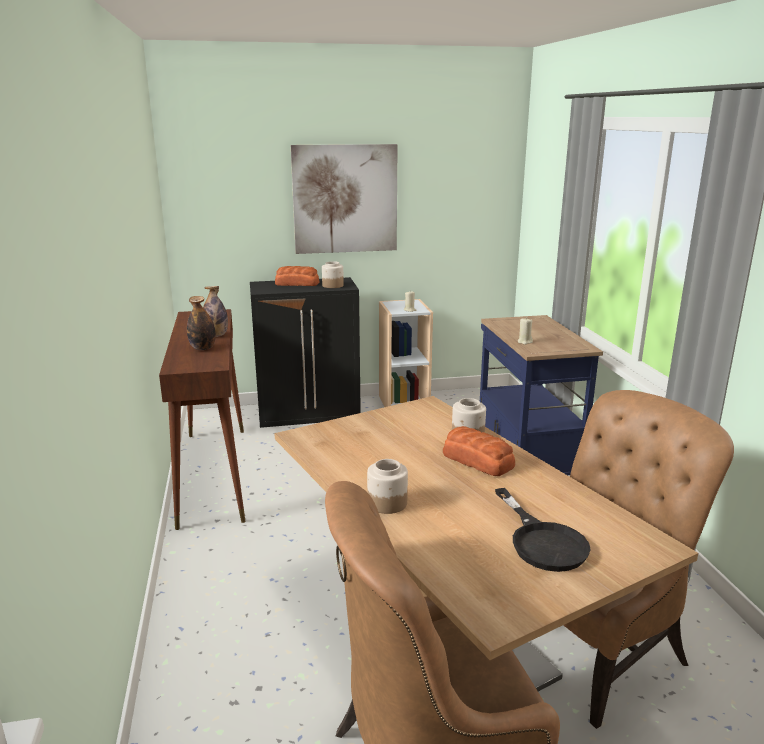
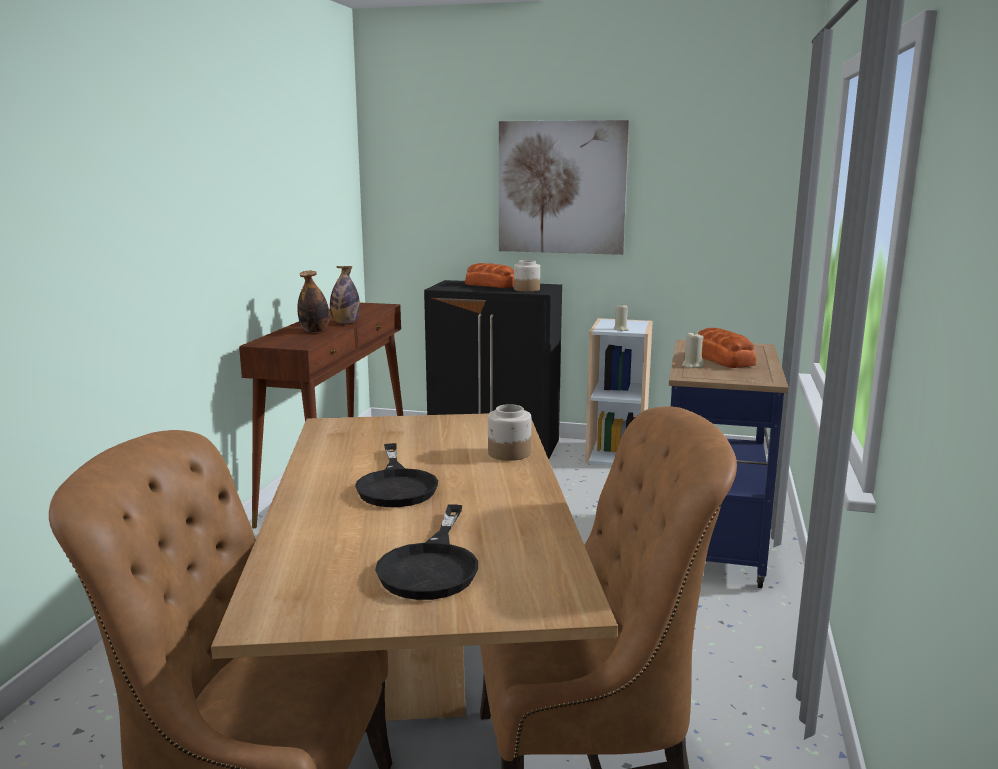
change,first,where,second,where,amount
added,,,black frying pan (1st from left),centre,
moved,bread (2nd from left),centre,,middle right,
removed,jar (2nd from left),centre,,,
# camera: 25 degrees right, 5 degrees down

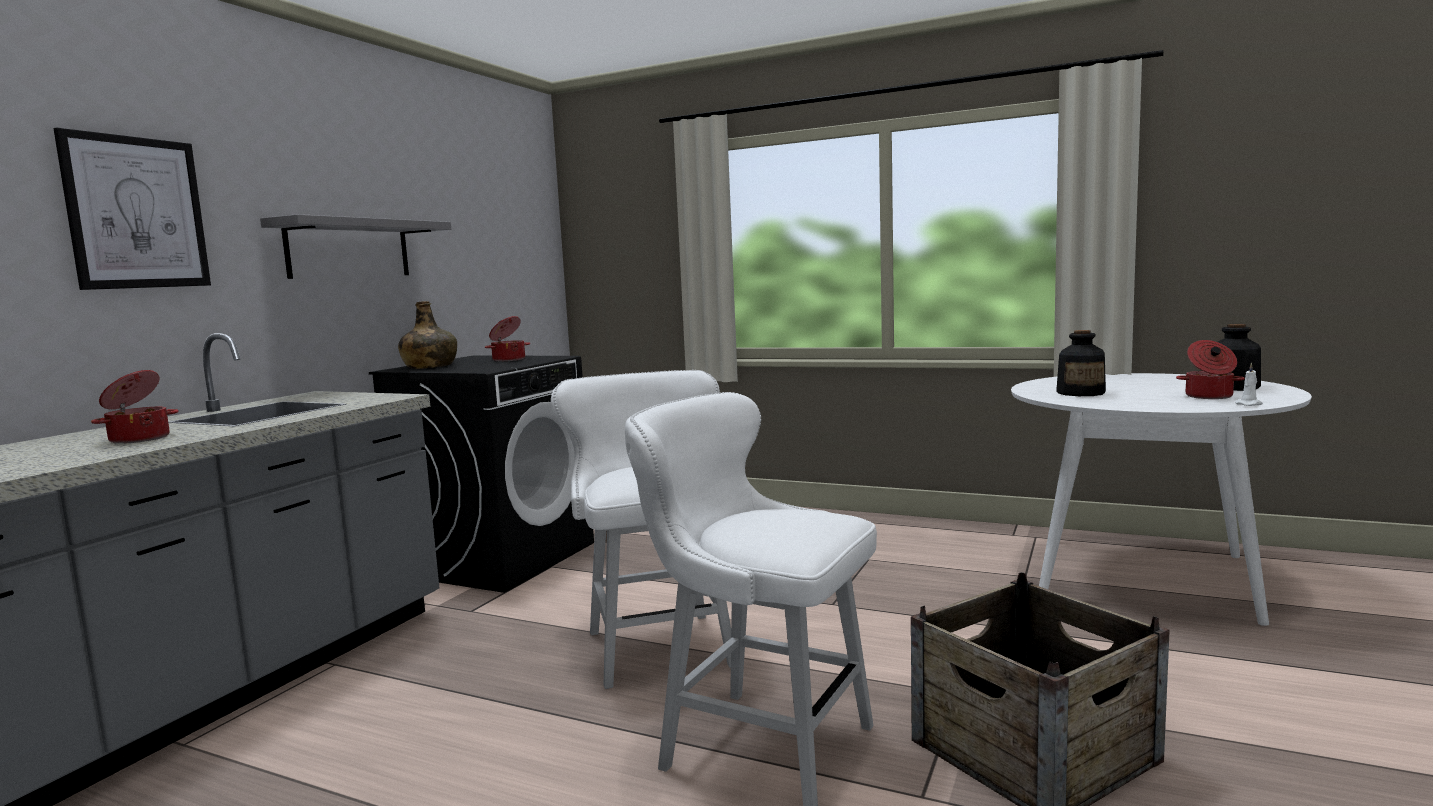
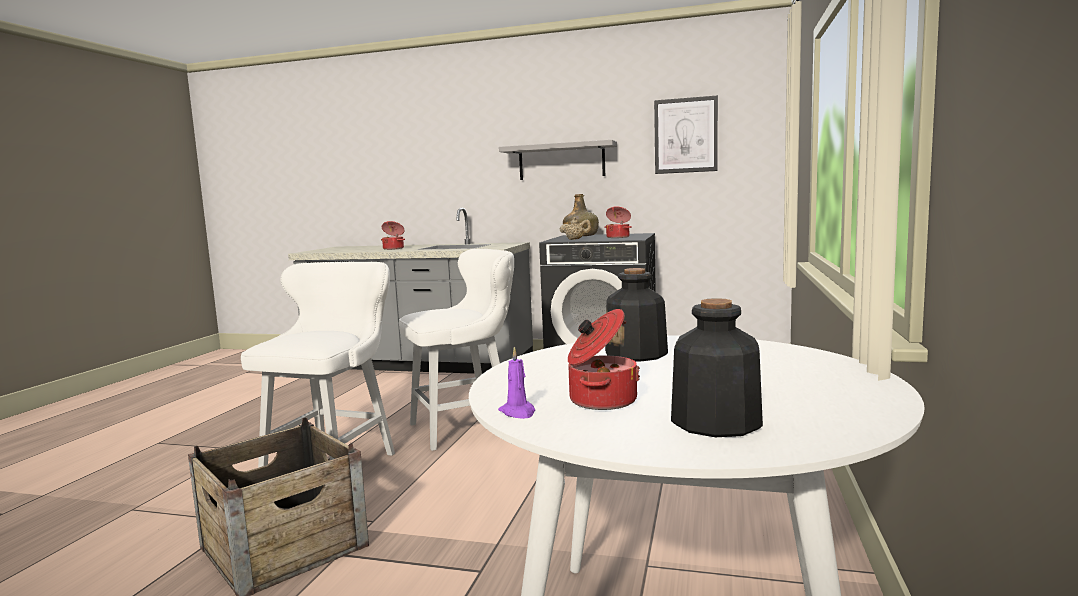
change,first,where,second,where,amount
recoloured,white candle,middle right,purple candle,centre,
added,,,beige teapot,centre,
moved,picture,top left,,top centre,
# camera: 80 degrees right, 0 degrees up

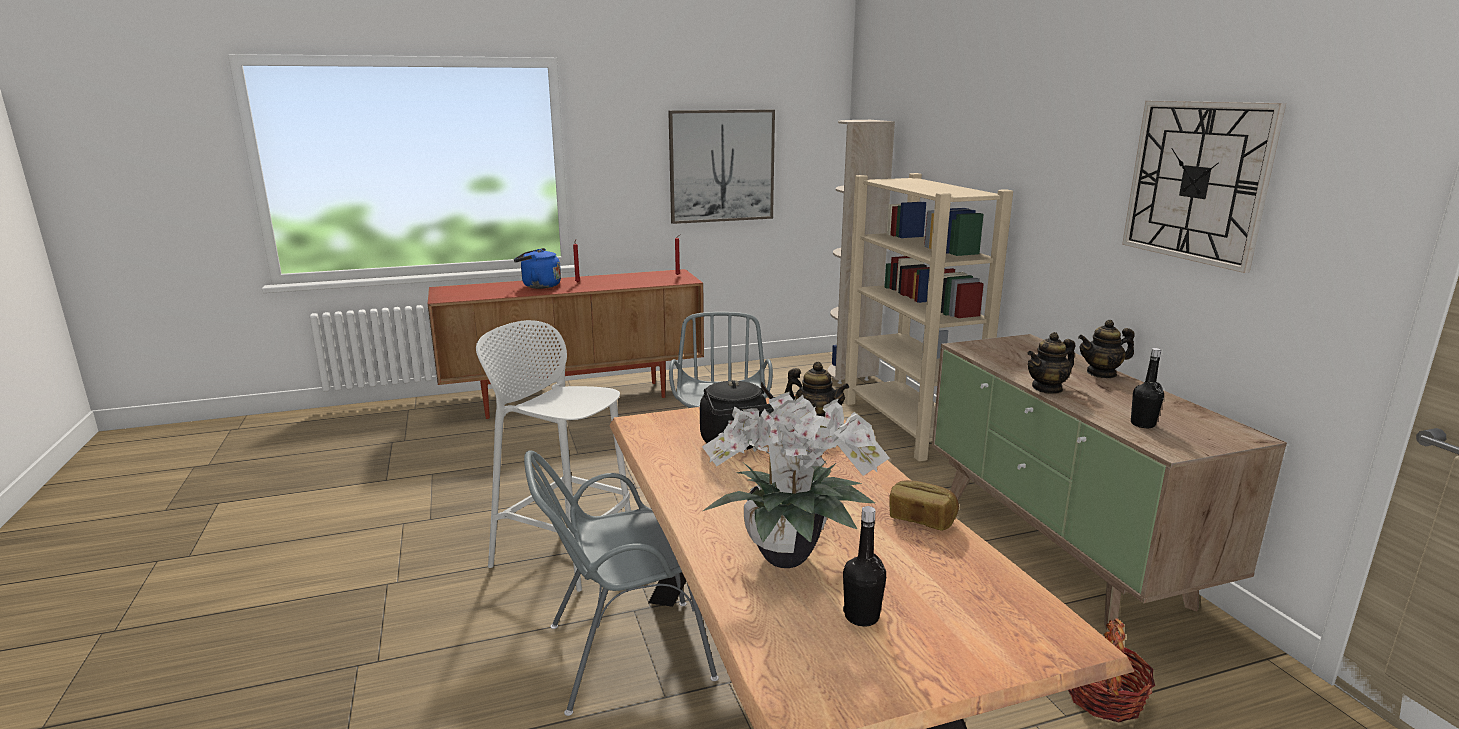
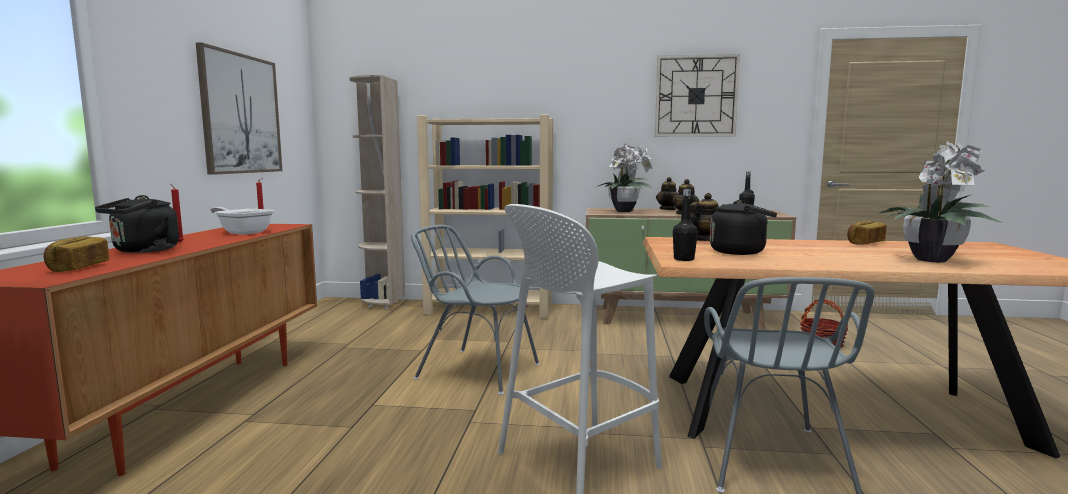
change,first,where,second,where,amount
added,,,bread (1st from left),middle left,
recoloured,blue kettle,centre,black kettle (1st from left),middle left,
added,,,frying pan,middle left,
added,,,potted plant (1st from left),centre,
moved,black bottle (1st from left),bottom centre,,centre,
# camera: 65 degrees left, 10 degrees down

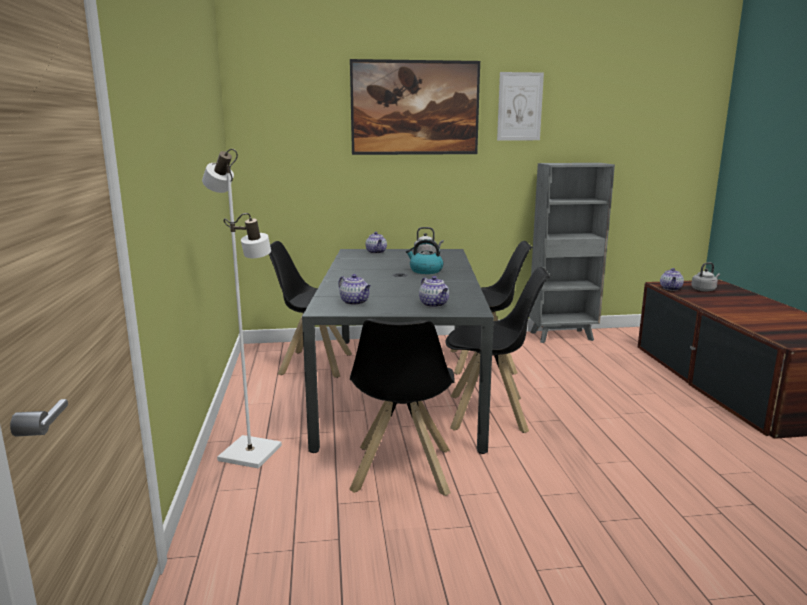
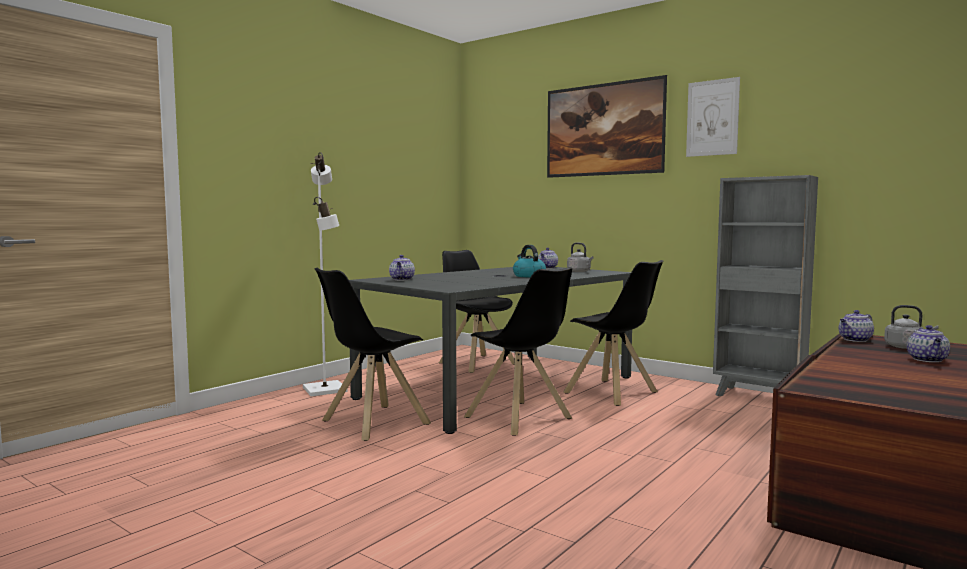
change,first,where,second,where,amount
moved,teapot (3rd from left in the first image),centre,teapot (4th from left),middle right,
# camera: 45 degrees right, 10 degrees down

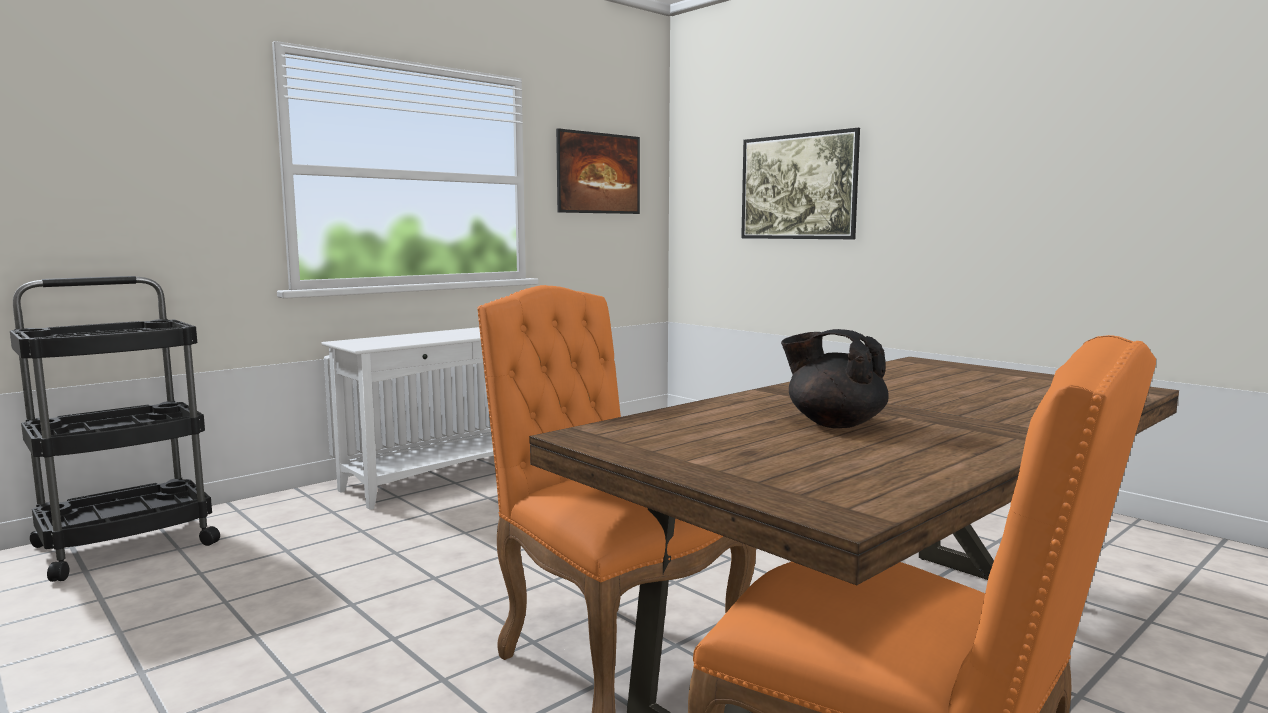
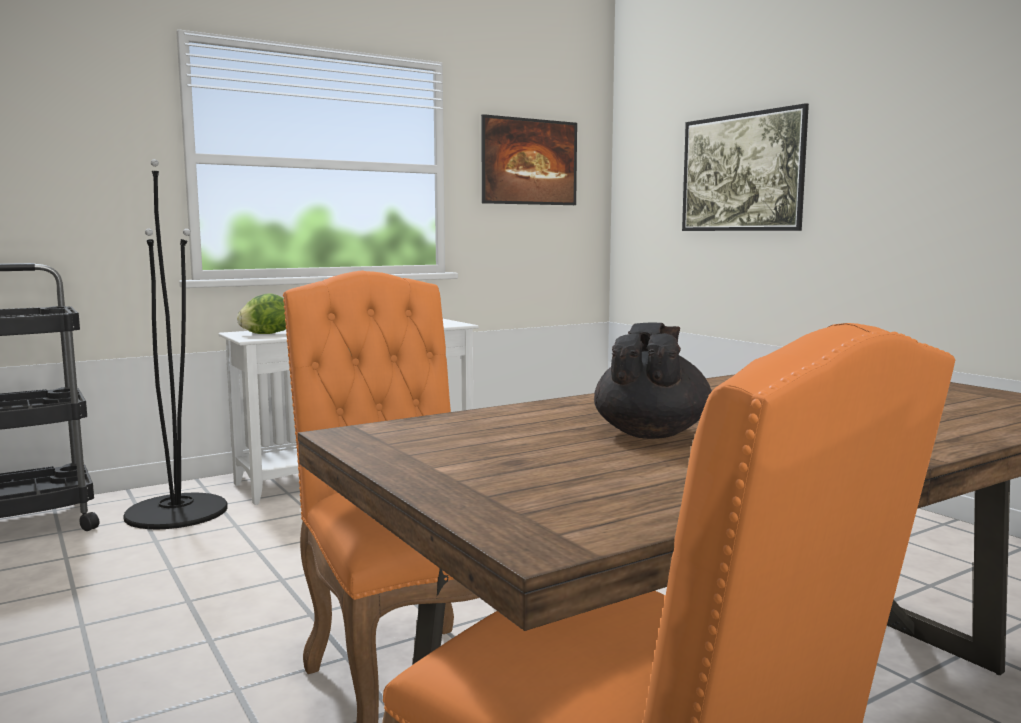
change,first,where,second,where,amount
added,,,black floor lamp,middle left,
added,,,lettuce,middle left,
turned,black teapot,centre,,centre,60 degrees clockwise
# camera: 10 degrees right, 0 degrees up

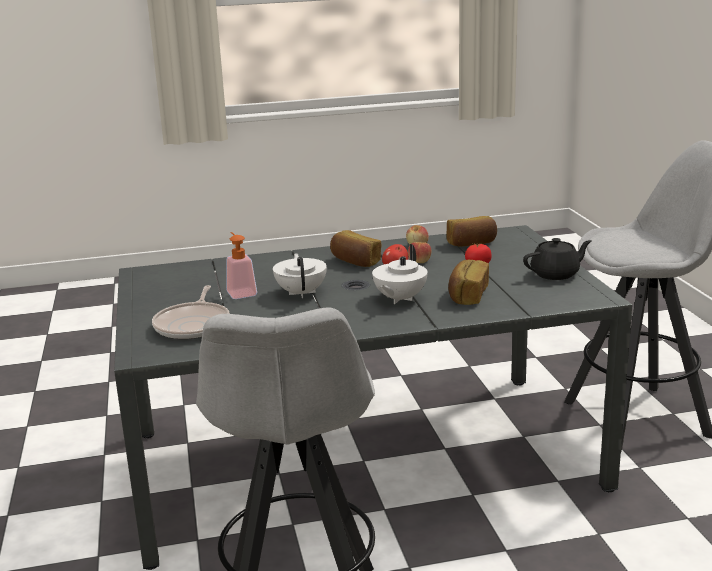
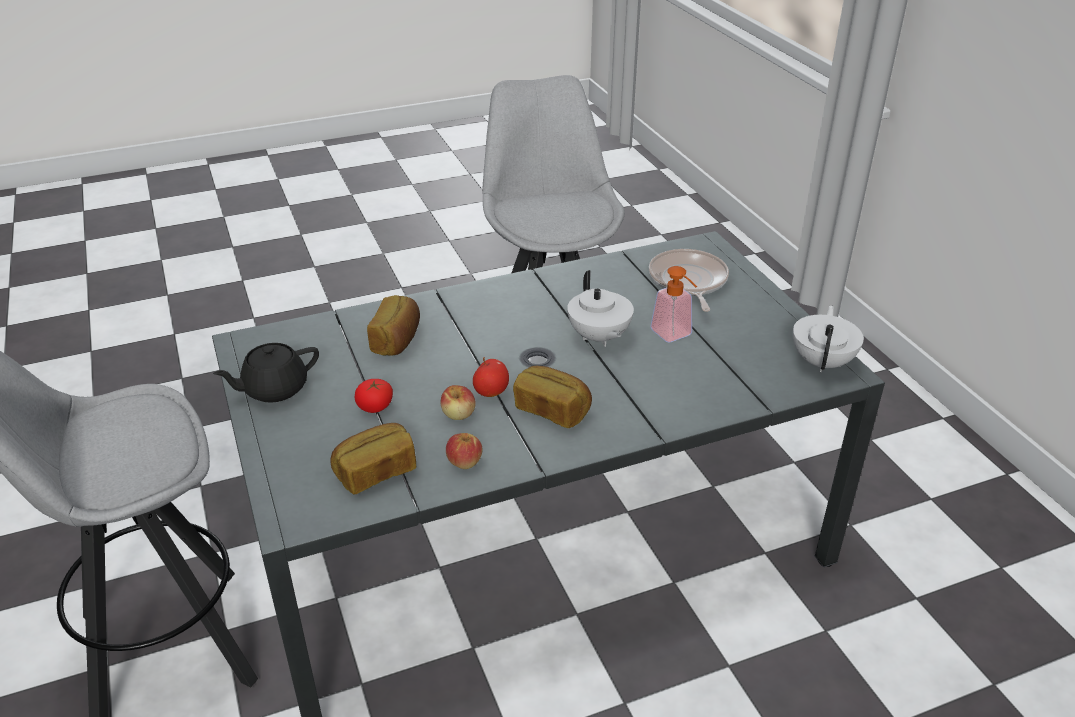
change,first,where,second,where,amount
moved,white teapot (2nd from left),centre,,middle right,
# camera: 170 degrees right, 15 degrees up

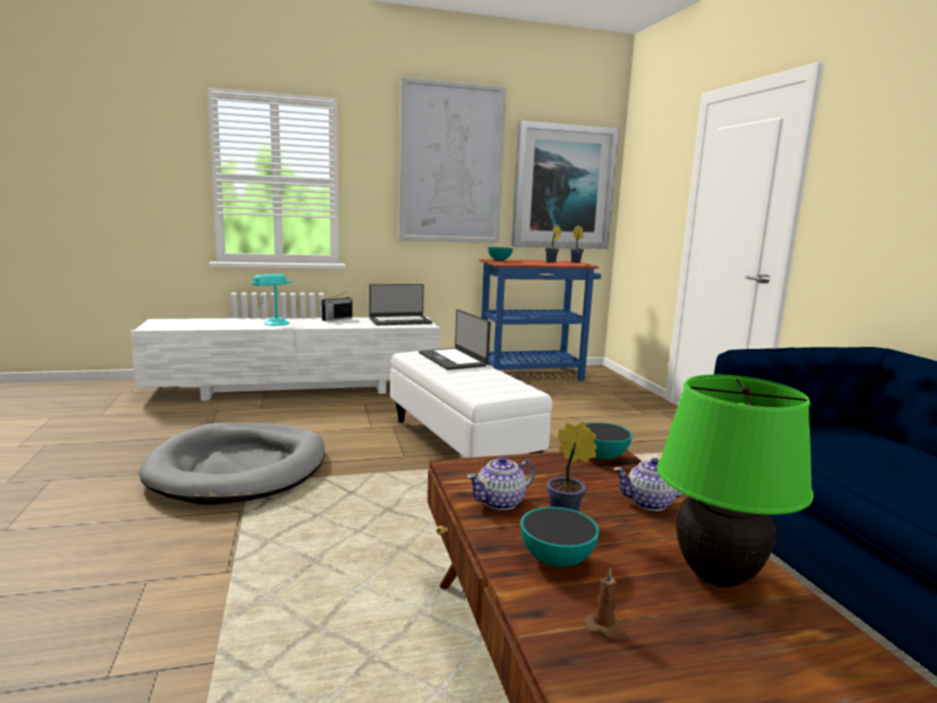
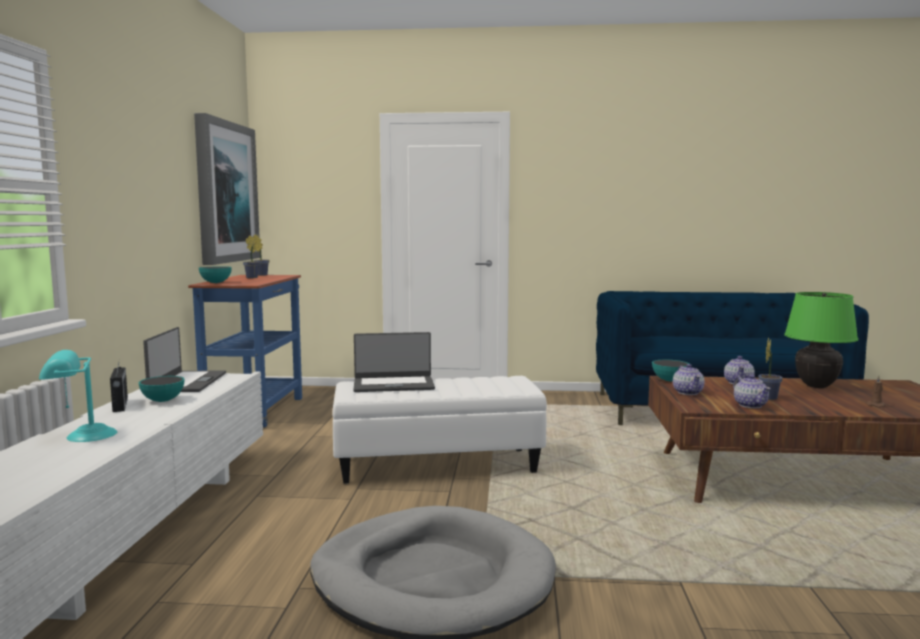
change,first,where,second,where,amount
moved,bowl (2nd from left in the first image),bottom centre,bowl (1st from left),middle left,
added,,,teapot (1st from left),middle right,
removed,picture (1st from left),top centre,,,
# camera: 70 degrees left, 5 degrees down

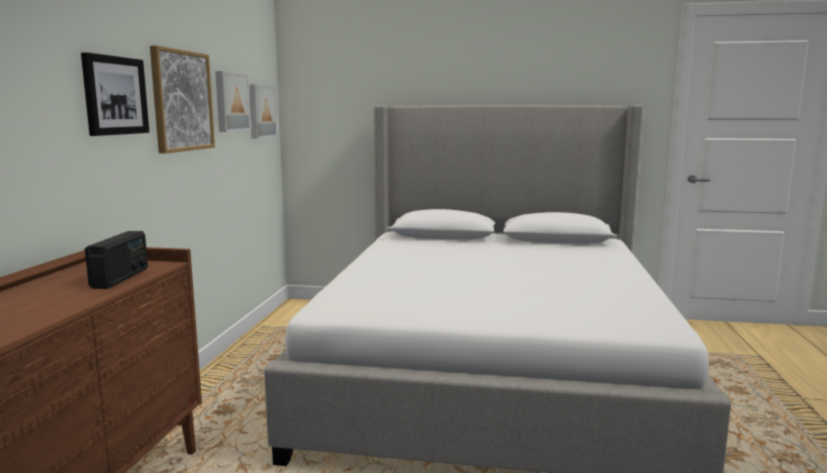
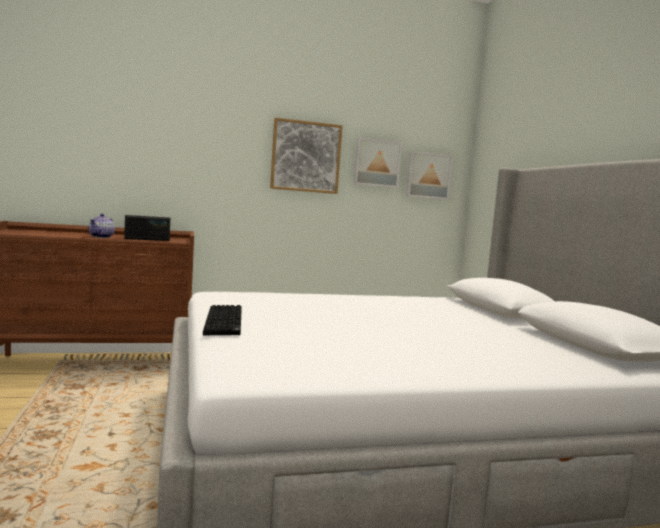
change,first,where,second,where,amount
added,,,teapot,middle left,
added,,,keyboard,centre,
removed,picture (1st from left),top left,,,
# camera: 65 degrees right, 5 degrees down

